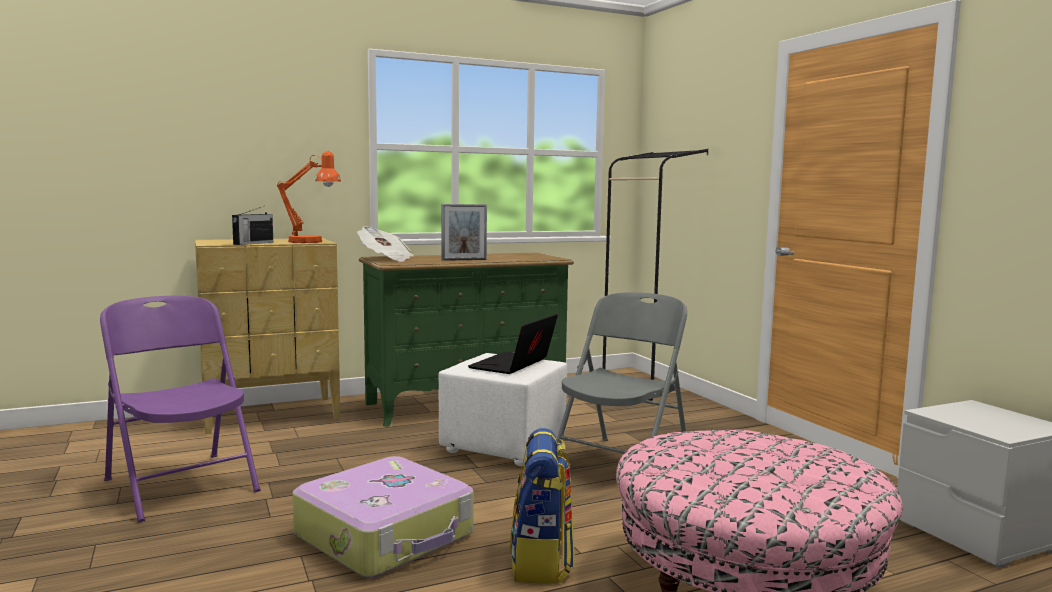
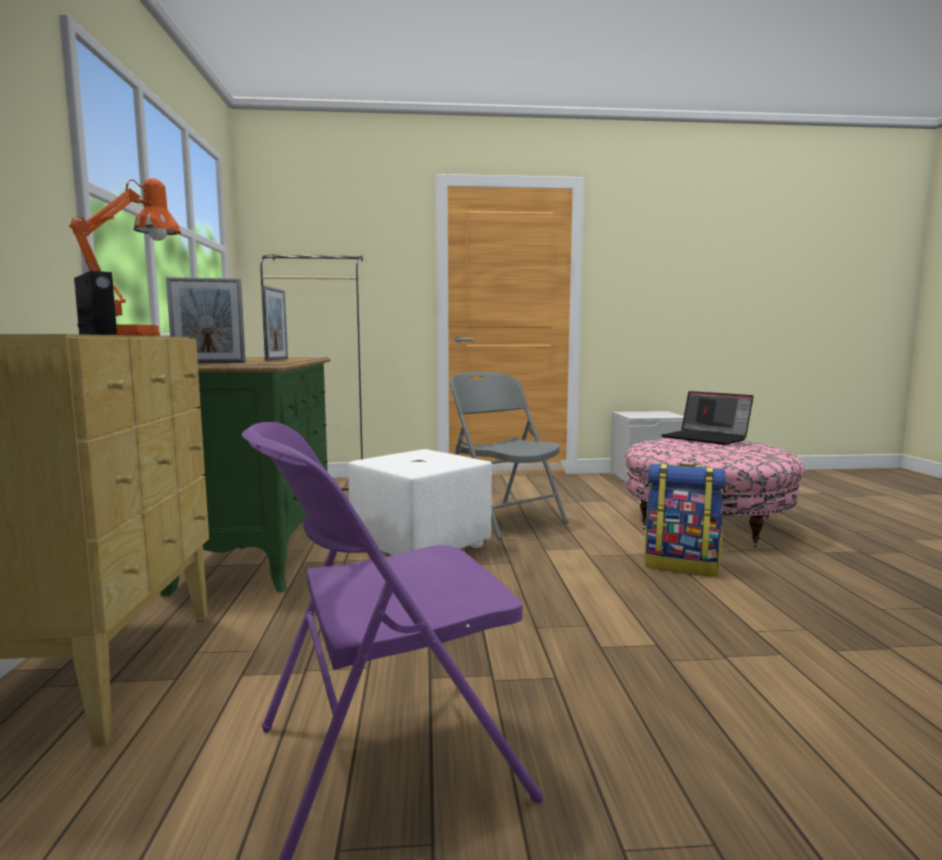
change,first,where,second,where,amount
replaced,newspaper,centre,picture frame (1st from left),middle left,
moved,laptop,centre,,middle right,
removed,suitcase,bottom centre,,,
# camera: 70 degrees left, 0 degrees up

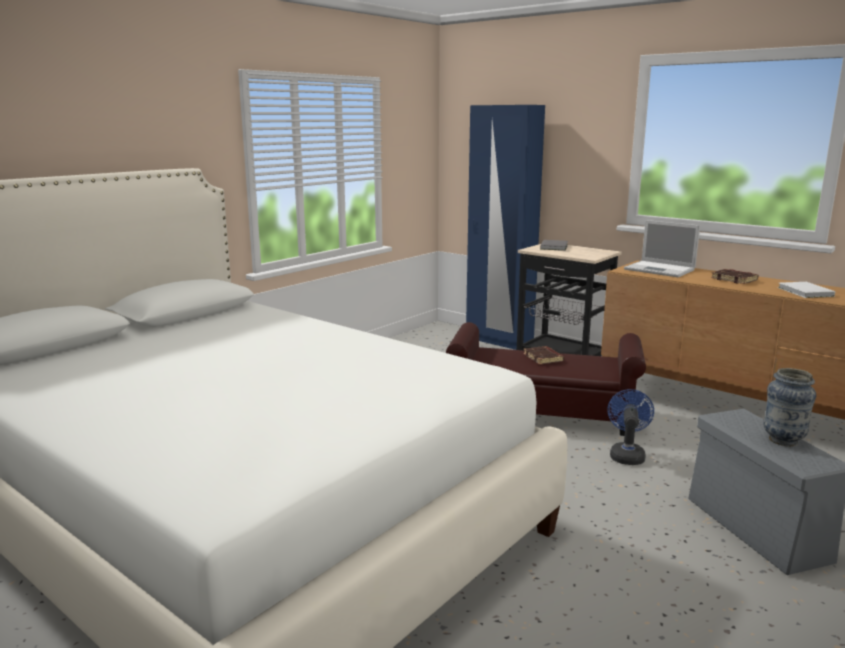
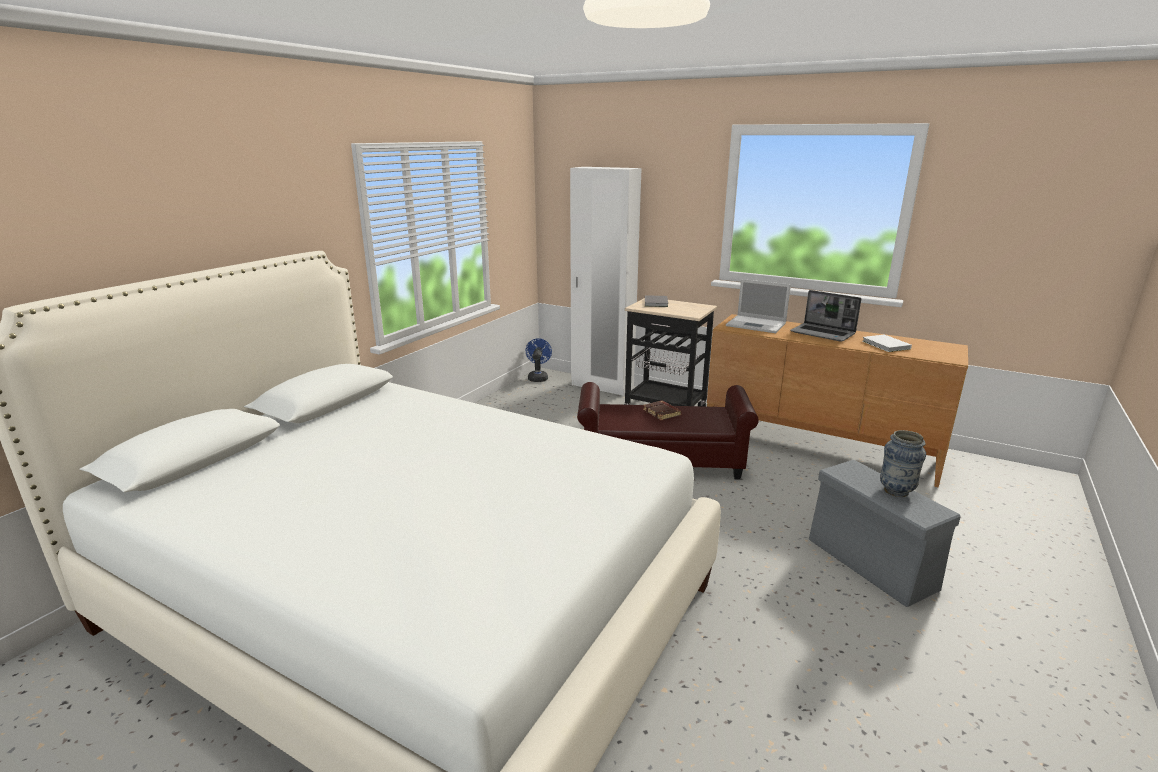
change,first,where,second,where,amount
moved,blue fan,middle right,,centre,
recoloured,blue wardrobe,centre,white wardrobe,centre,
replaced,brown book (2nd from left),middle right,laptop (2nd from left),middle right,
# camera: 10 degrees left, 5 degrees up

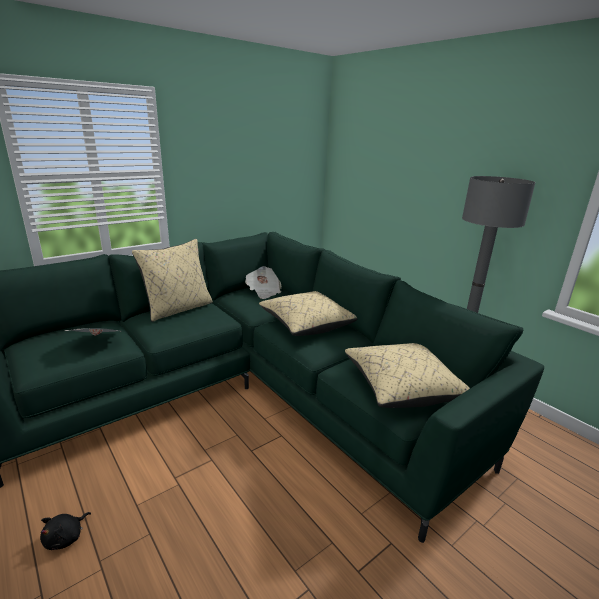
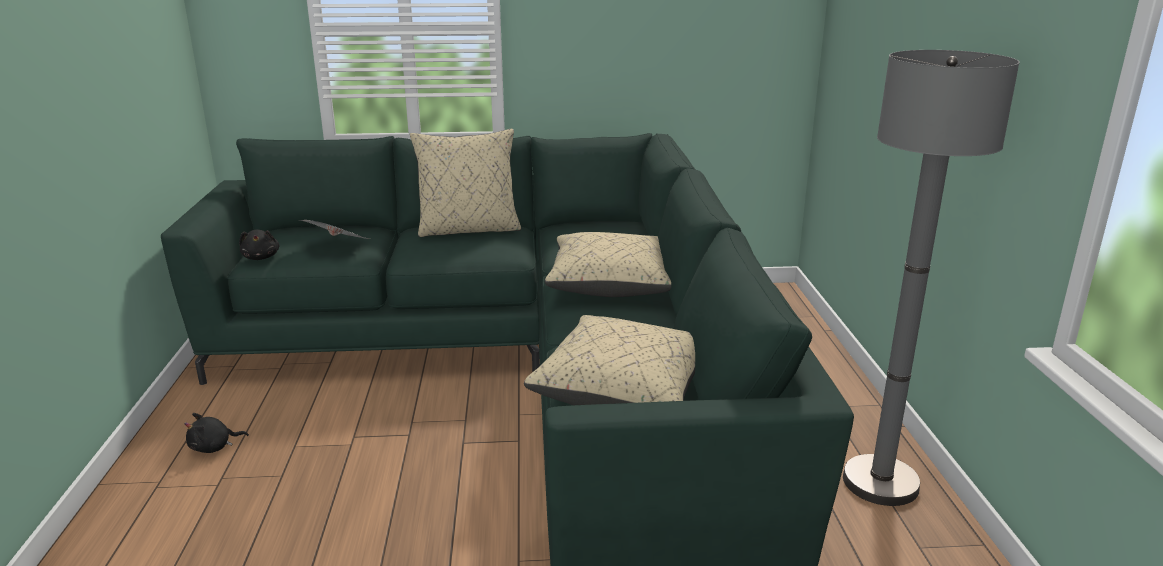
change,first,where,second,where,amount
added,,,black plush toy (2nd from left),middle left,
removed,newspaper (2nd from left),centre,,,
# camera: 35 degrees right, 0 degrees up

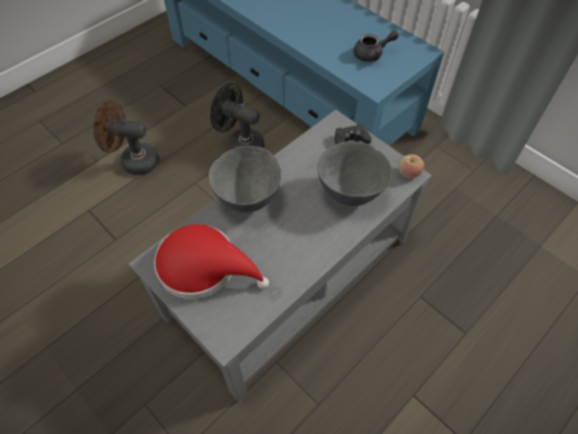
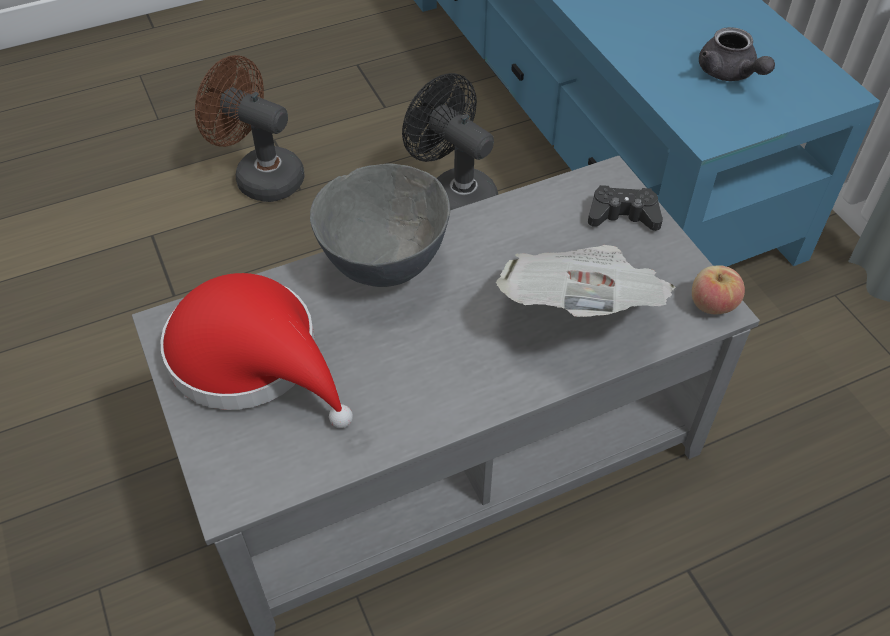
change,first,where,second,where,amount
replaced,grey bowl (2nd from left),centre,newspaper,centre,
turned,grey teapot,top centre,,top right,60 degrees clockwise
# camera: 20 degrees right, 5 degrees down

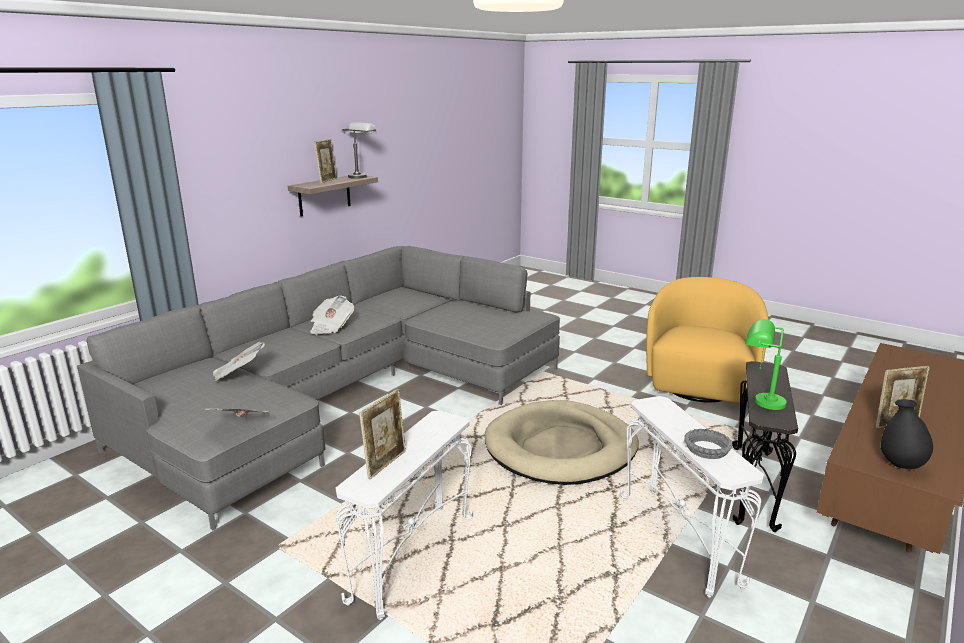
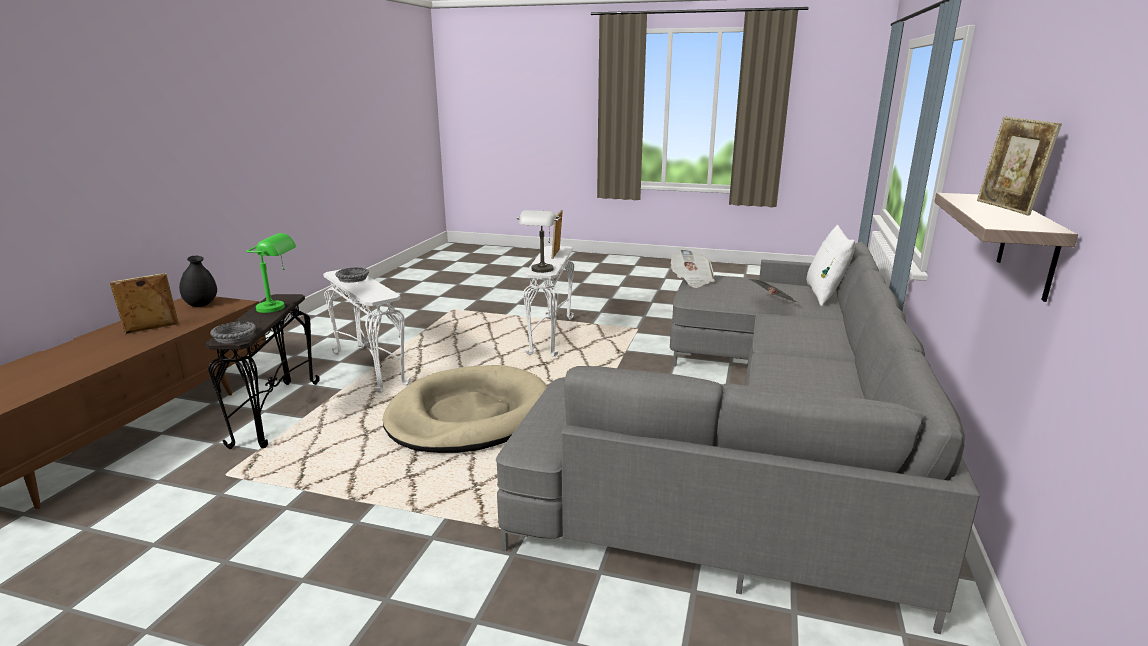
change,first,where,second,where,amount
added,,,grey bowl (1st from left),middle left,
moved,grey table lamp,top centre,,centre,
added,,,white pillow,middle right,
removed,newspaper (3rd from left),centre,,,
removed,yellow armchair,middle right,,,
# camera: 160 degrees right, 0 degrees up

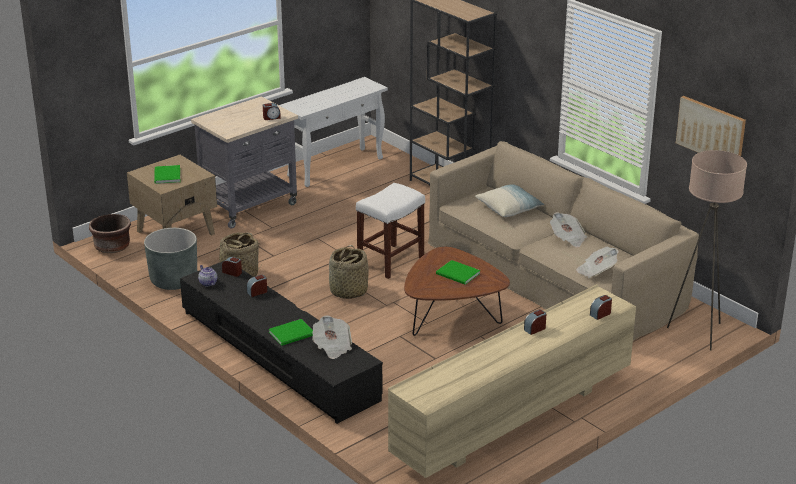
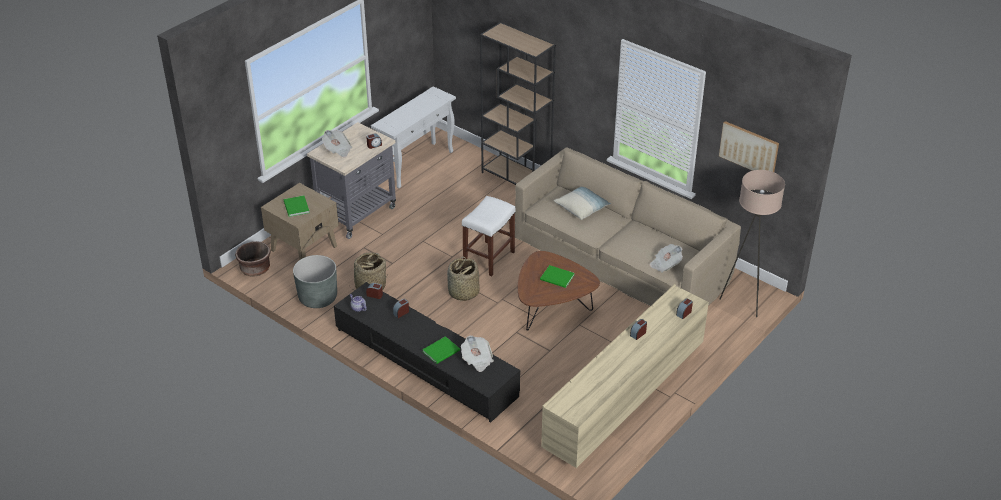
change,first,where,second,where,amount
moved,newspaper (2nd from left in the first image),middle right,newspaper (1st from left),top centre,
# camera: 10 degrees left, 10 degrees up

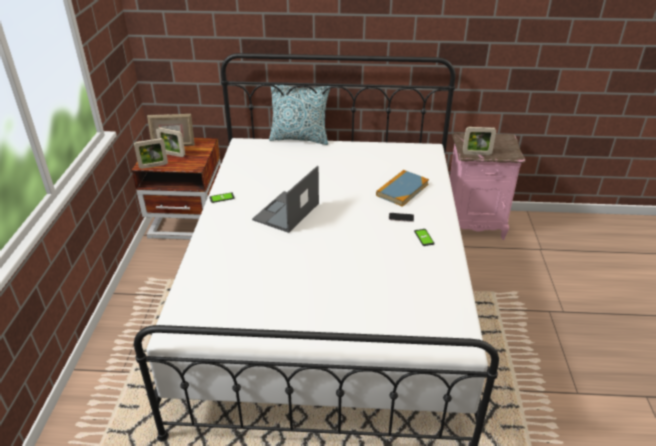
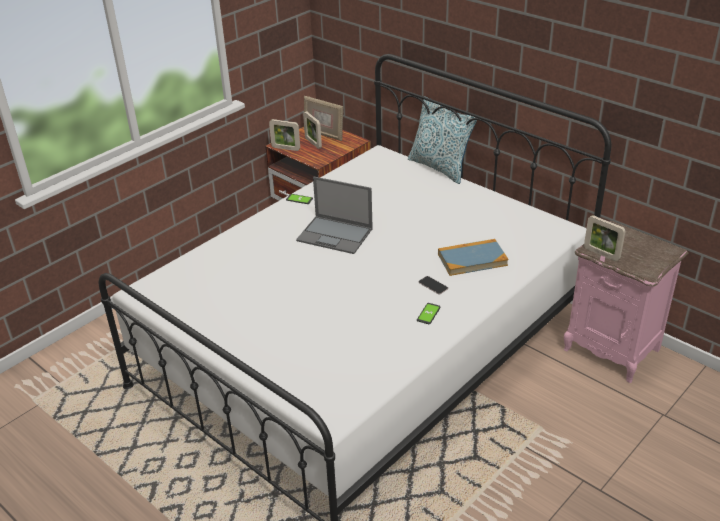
change,first,where,second,where,amount
turned,laptop,centre,,centre,135 degrees counterclockwise
# camera: 40 degrees right, 0 degrees up

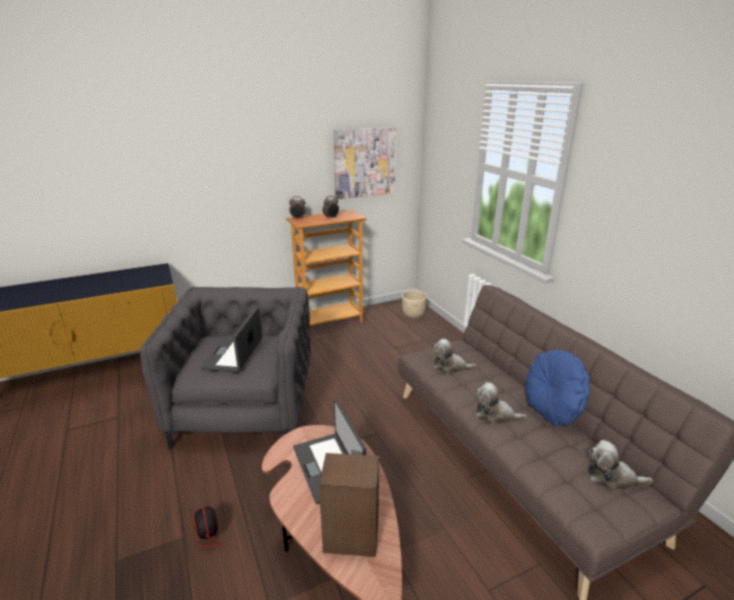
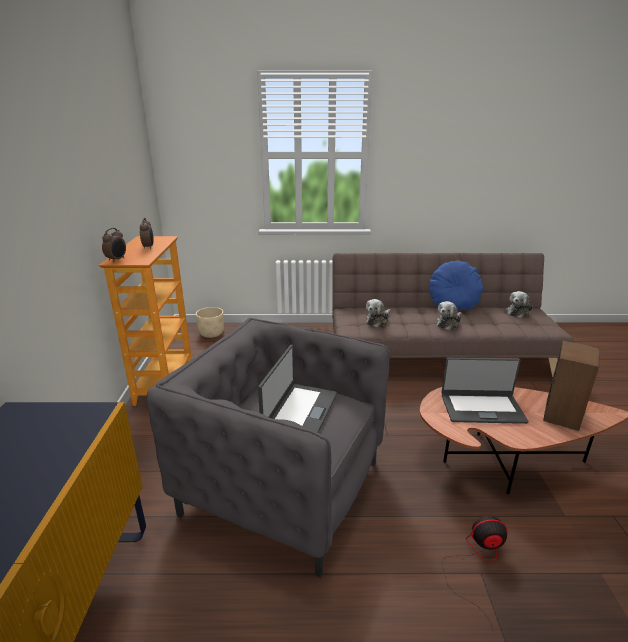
change,first,where,second,where,amount
turned,laptop (1st from left),middle left,,centre,105 degrees counterclockwise
removed,picture,top centre,,,
# camera: 65 degrees left, 0 degrees up

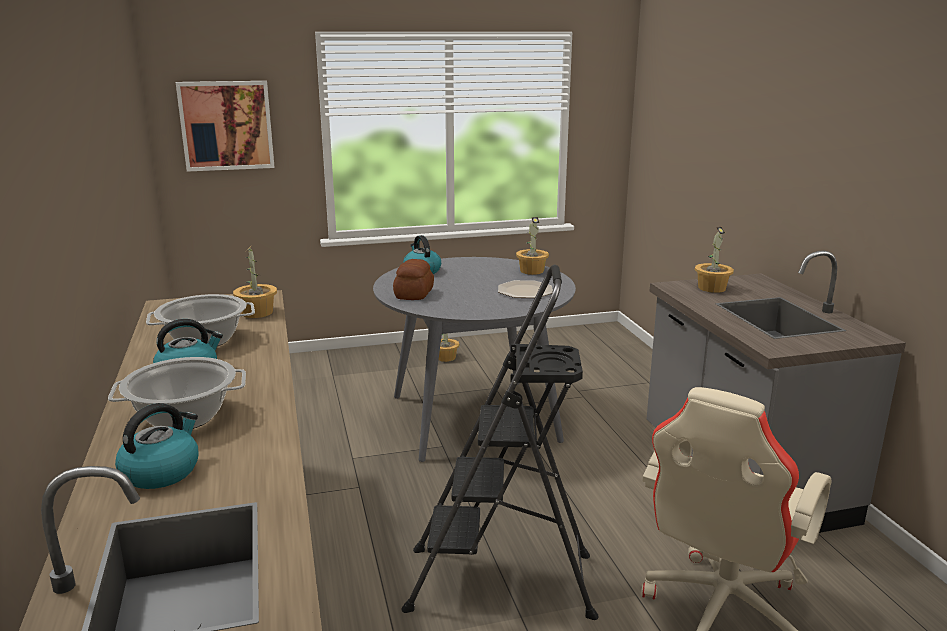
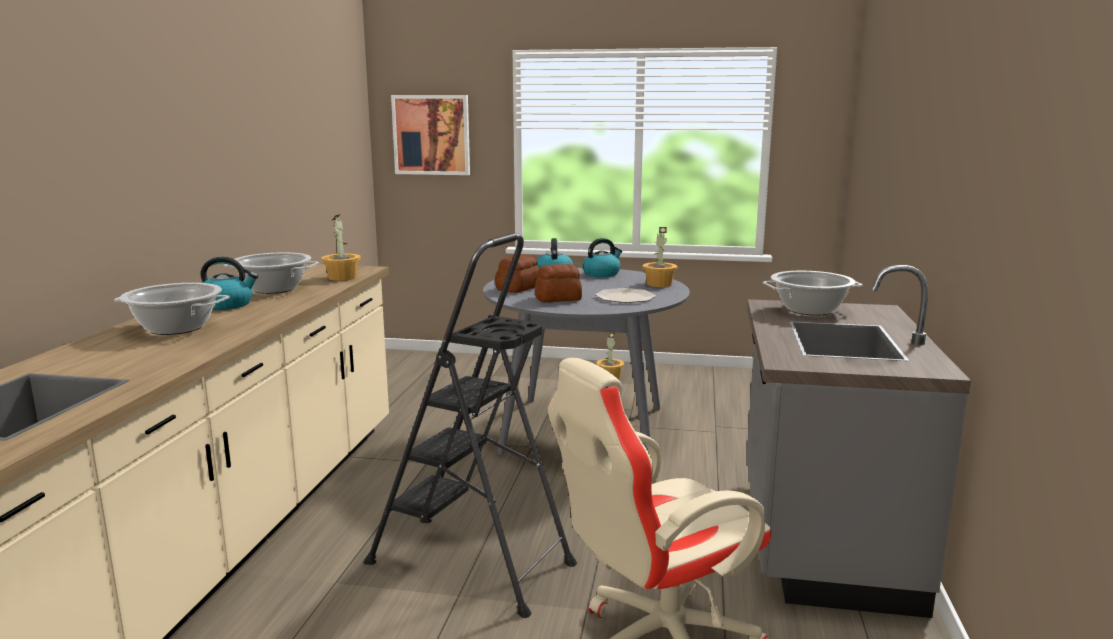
change,first,where,second,where,amount
added,,,bread (2nd from left),centre,
moved,kettle (1st from left in the first image),bottom left,kettle (3rd from left),centre,
replaced,potted plant (4th from left),middle right,cooking pot (3rd from left),middle right,
# camera: 25 degrees right, 5 degrees down

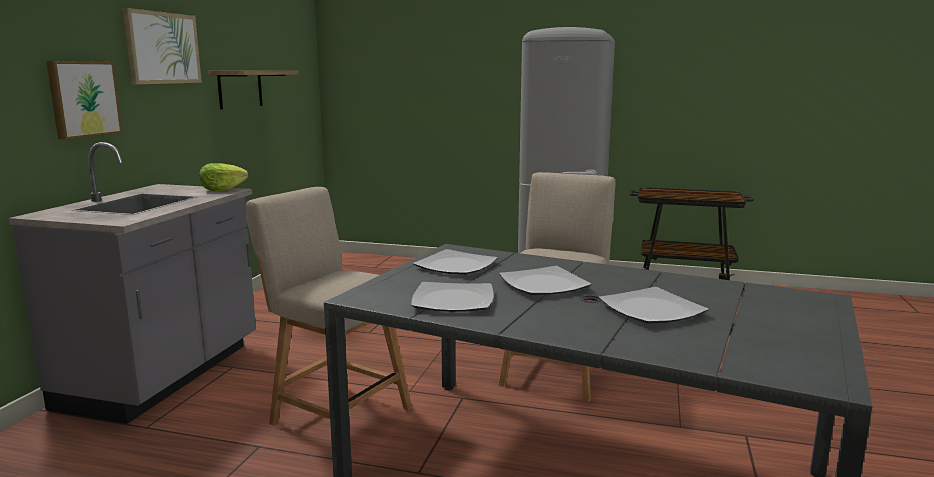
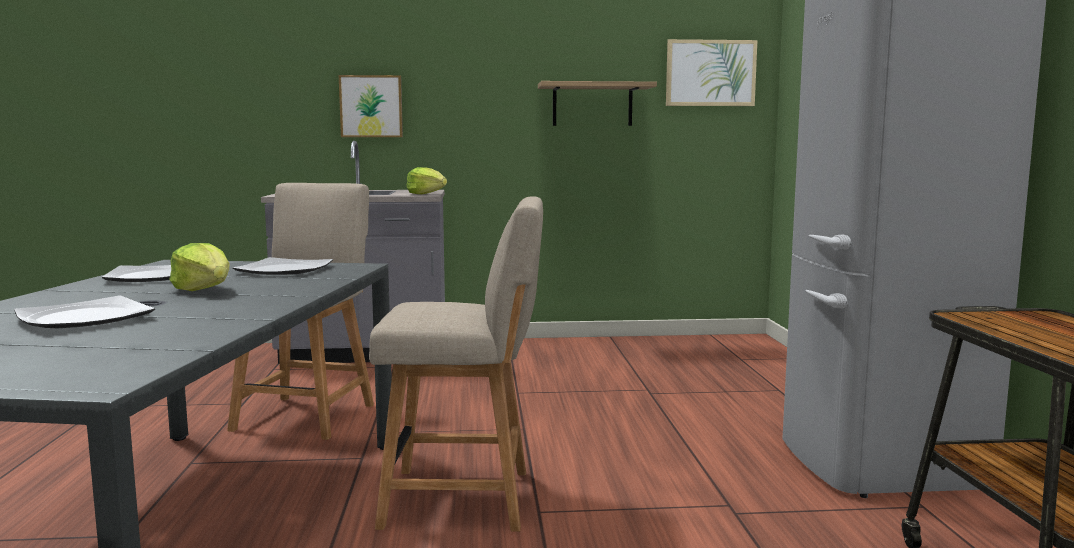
change,first,where,second,where,amount
replaced,plate (3rd from left),centre,lettuce (1st from left),middle left,
moved,picture (2nd from left),top left,,top centre,
# camera: 70 degrees right, 5 degrees down

